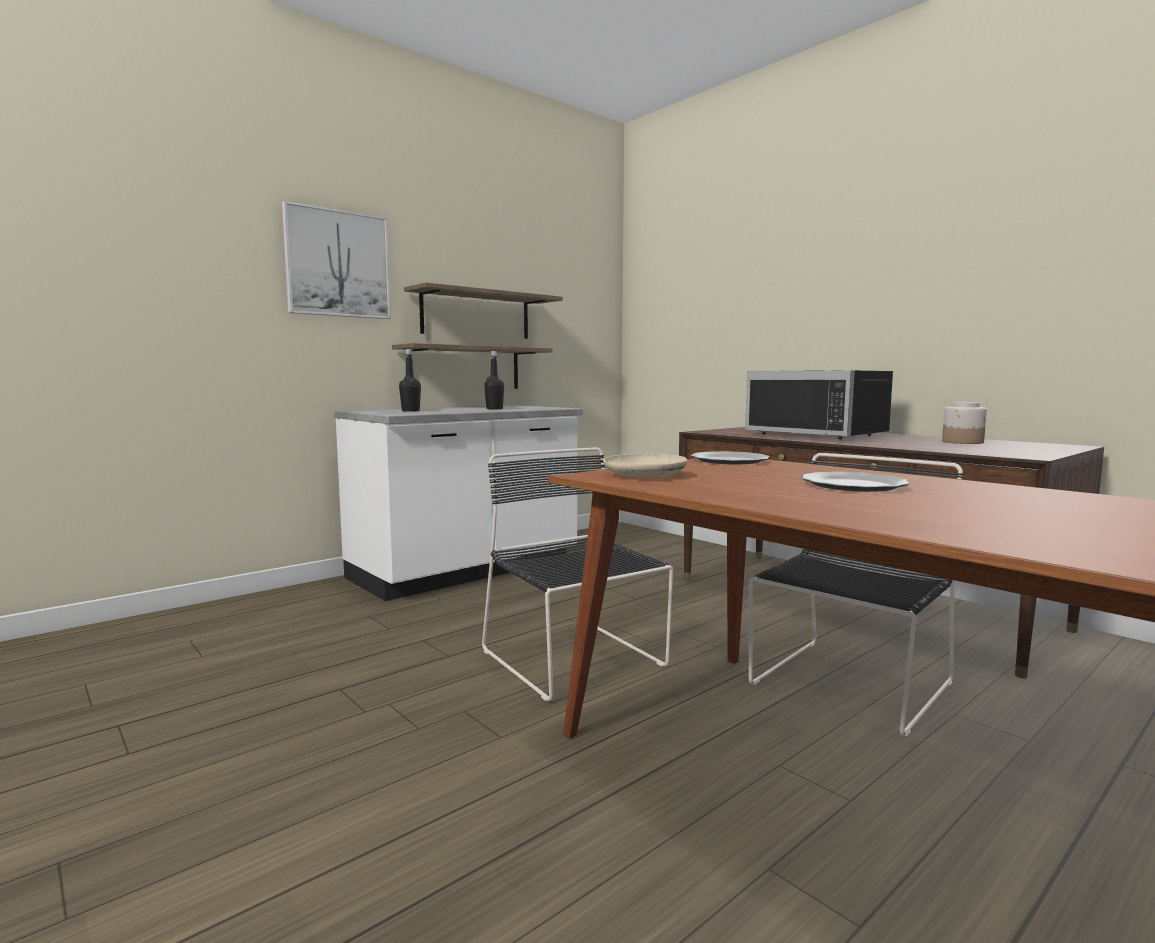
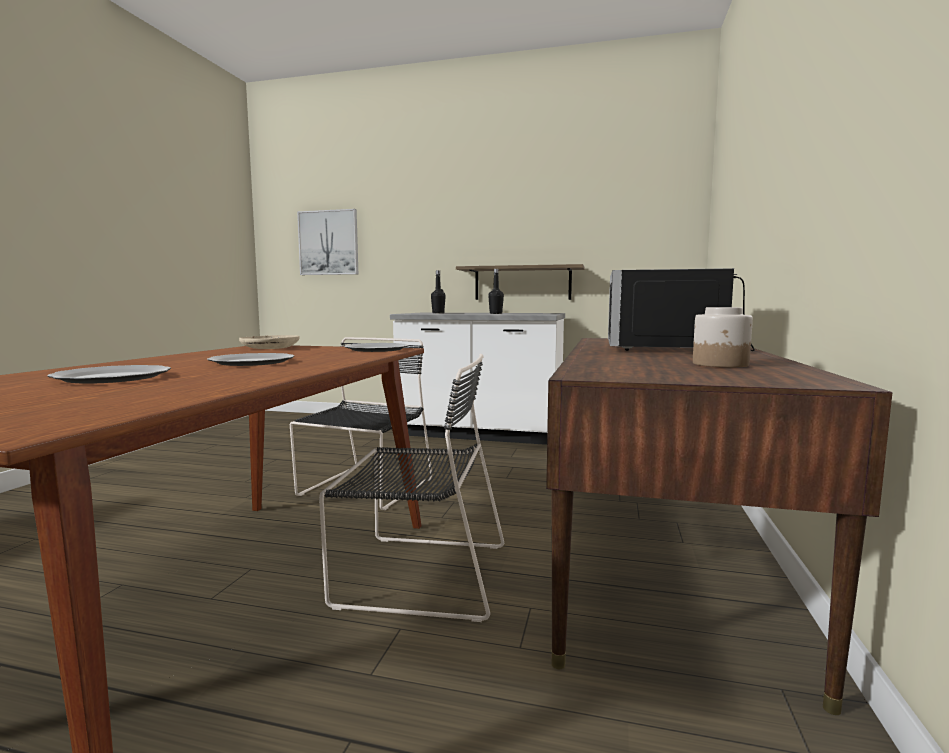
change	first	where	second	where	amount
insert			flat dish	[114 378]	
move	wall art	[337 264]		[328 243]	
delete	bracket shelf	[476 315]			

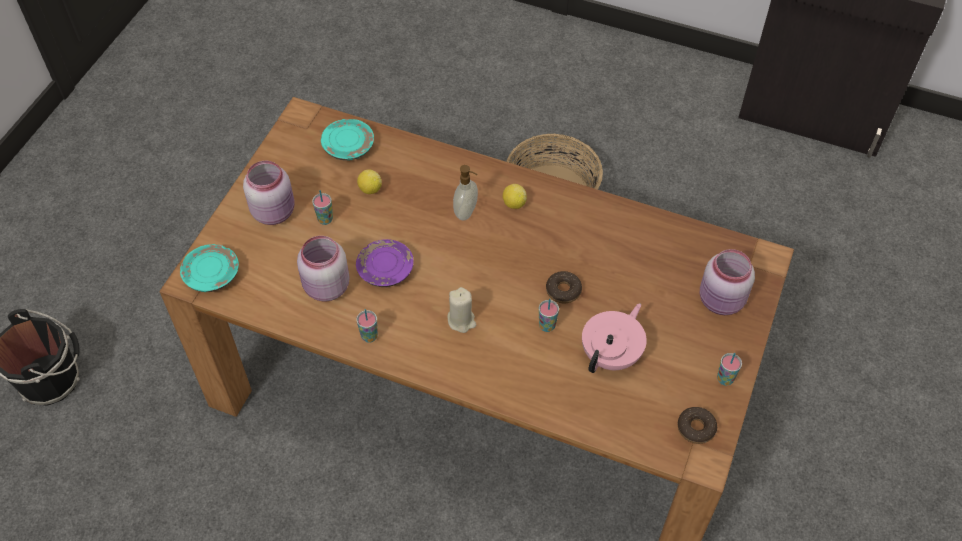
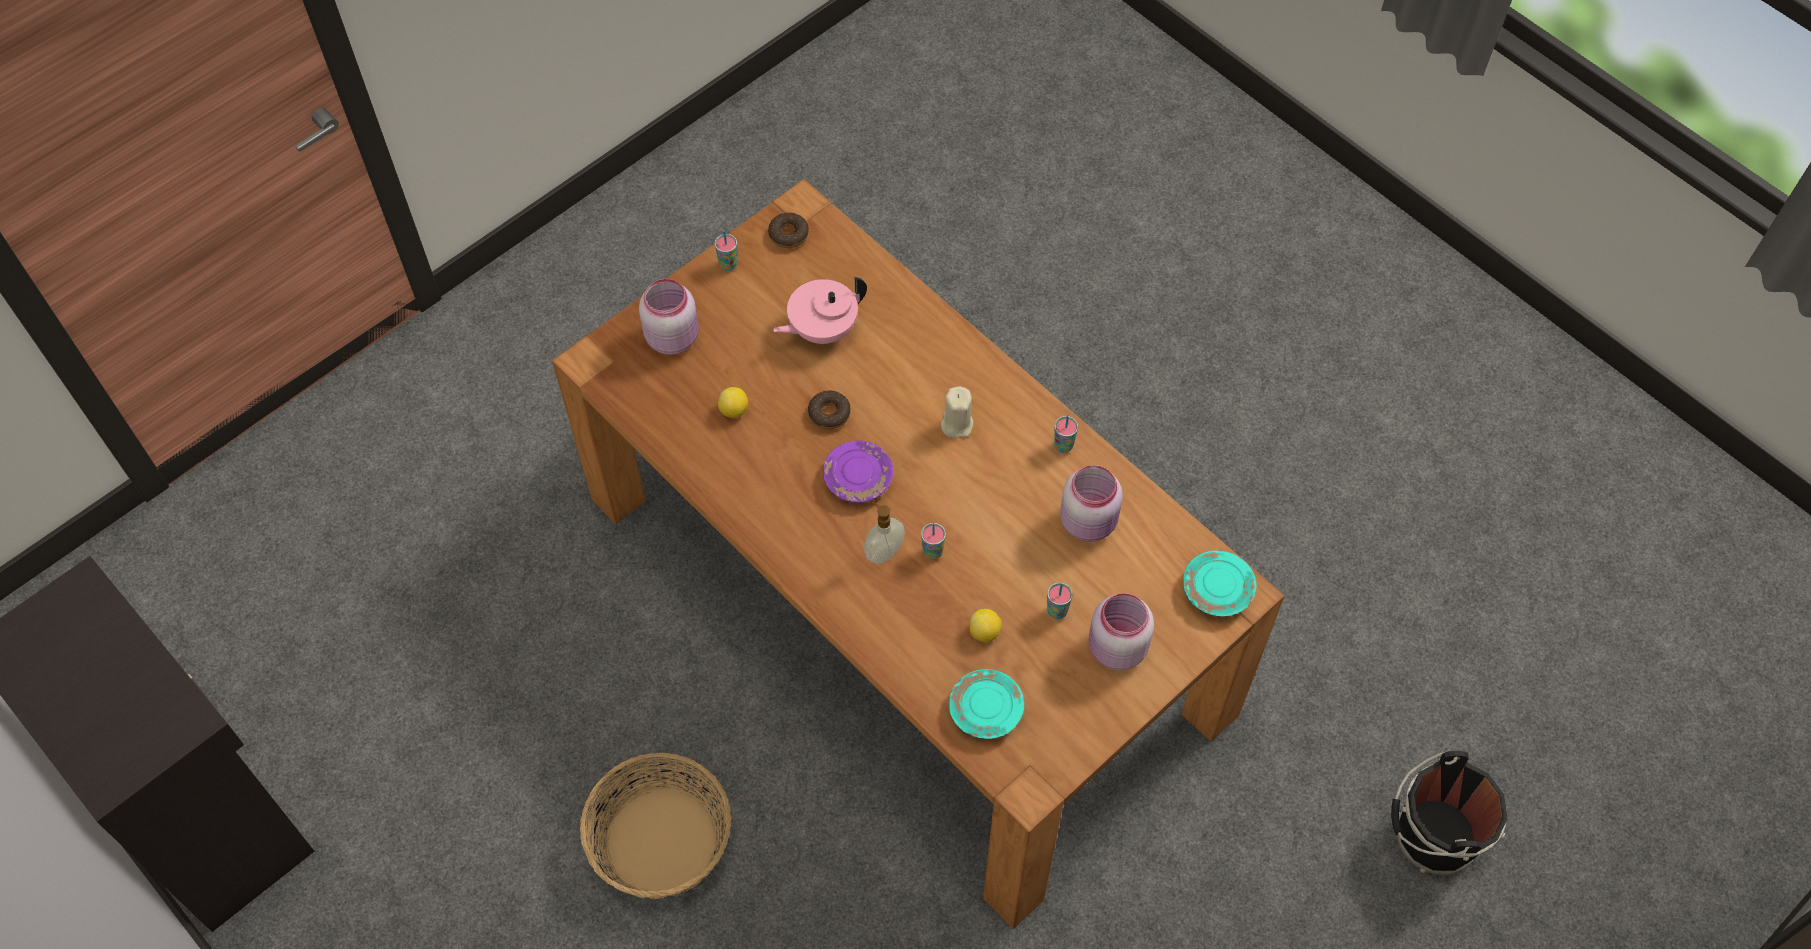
change	first	where	second	where	amount
move	lemon	[514 203]		[734 410]	
move	purple-coloured flat dish	[385 270]		[858 479]	
move	small cup	[547 326]		[932 552]	

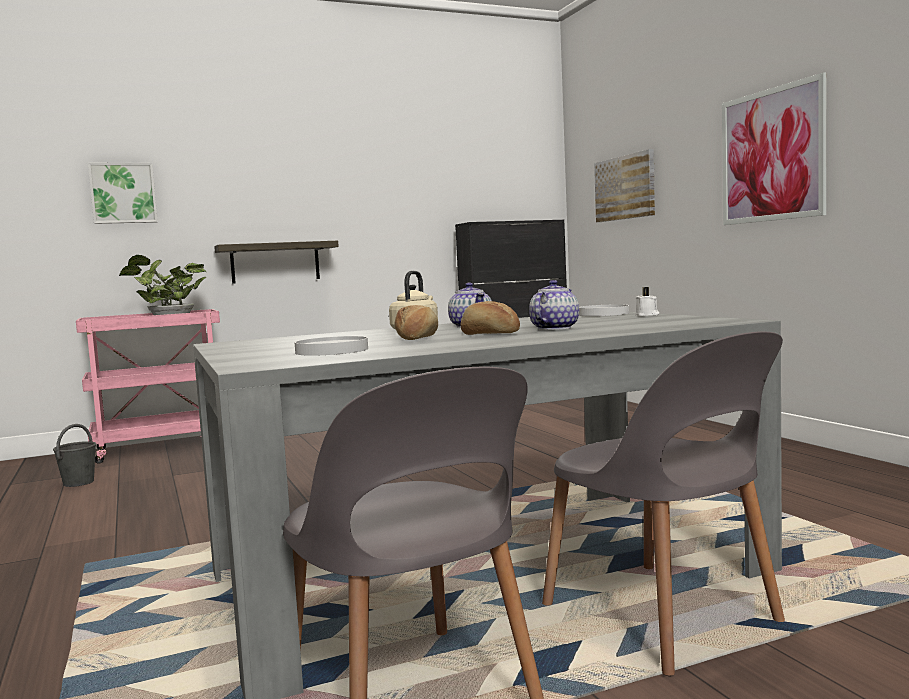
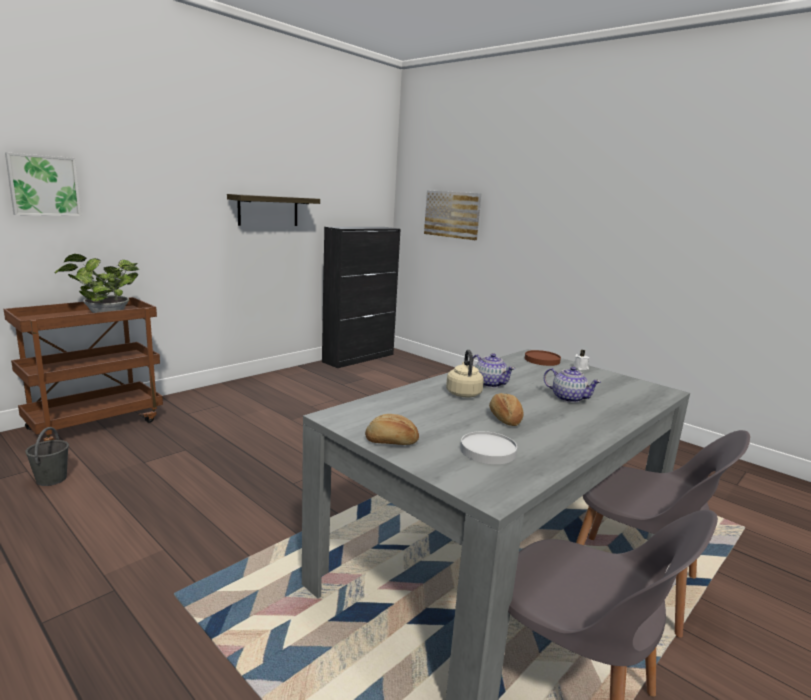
change	first	where	second	where	amount
recolor	pink-coloured trolley	[162 447]	brown-coloured trolley	[96 424]	
move	bracket shelf	[275 262]		[268 210]	
move	bakery bread	[489 334]		[391 442]	
recolor	whitish flat dish	[602 314]	brown-coloured flat dish	[541 360]	
rotate	teapot	[553 328]		[568 398]	120 degrees clockwise
delete	wall art	[771 155]			

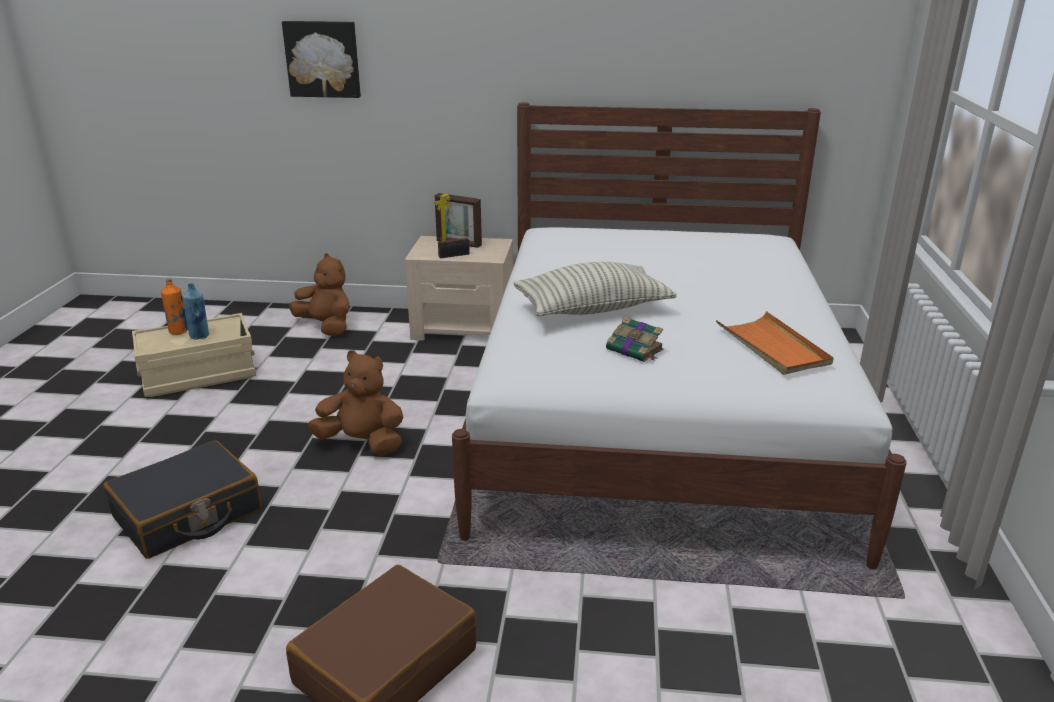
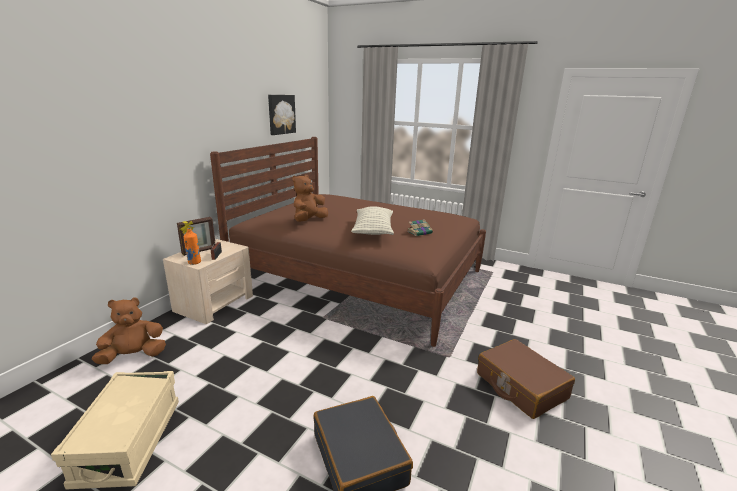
change	first	where	second	where	amount
move	orange-coloured bottle	[179 331]		[194 262]	
recolor	whitish bed	[656 413]	brown-coloured bed	[360 277]	
move	wall art	[323 59]		[281 114]	
move	brown-coloured cuddly toy	[362 443]		[309 220]	
delete	bluish bottle	[200 336]			
delete	orange-coloured carrying tray	[773 347]			

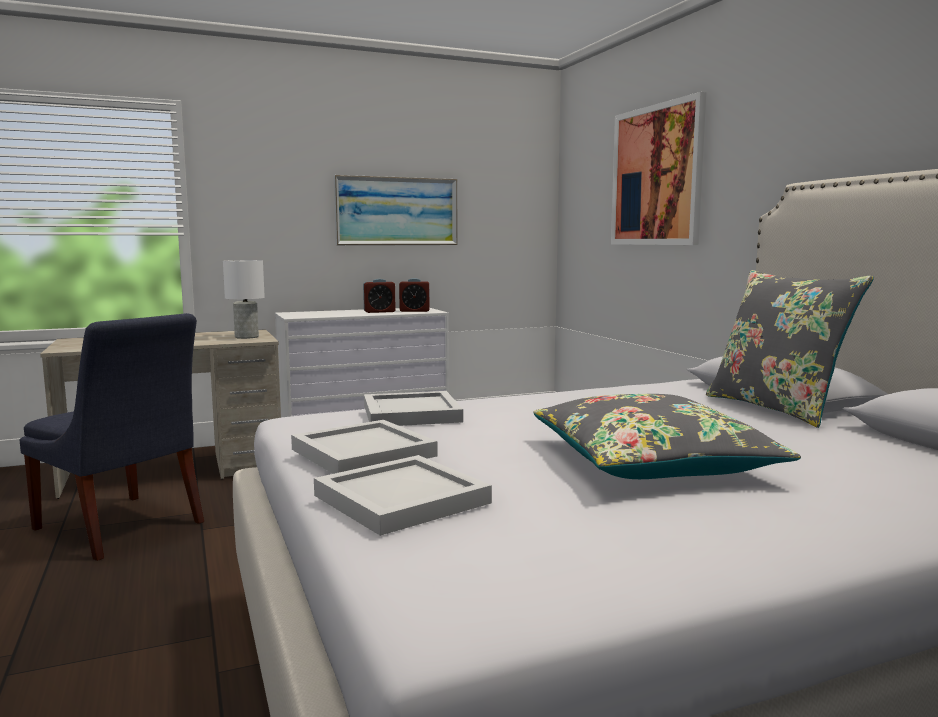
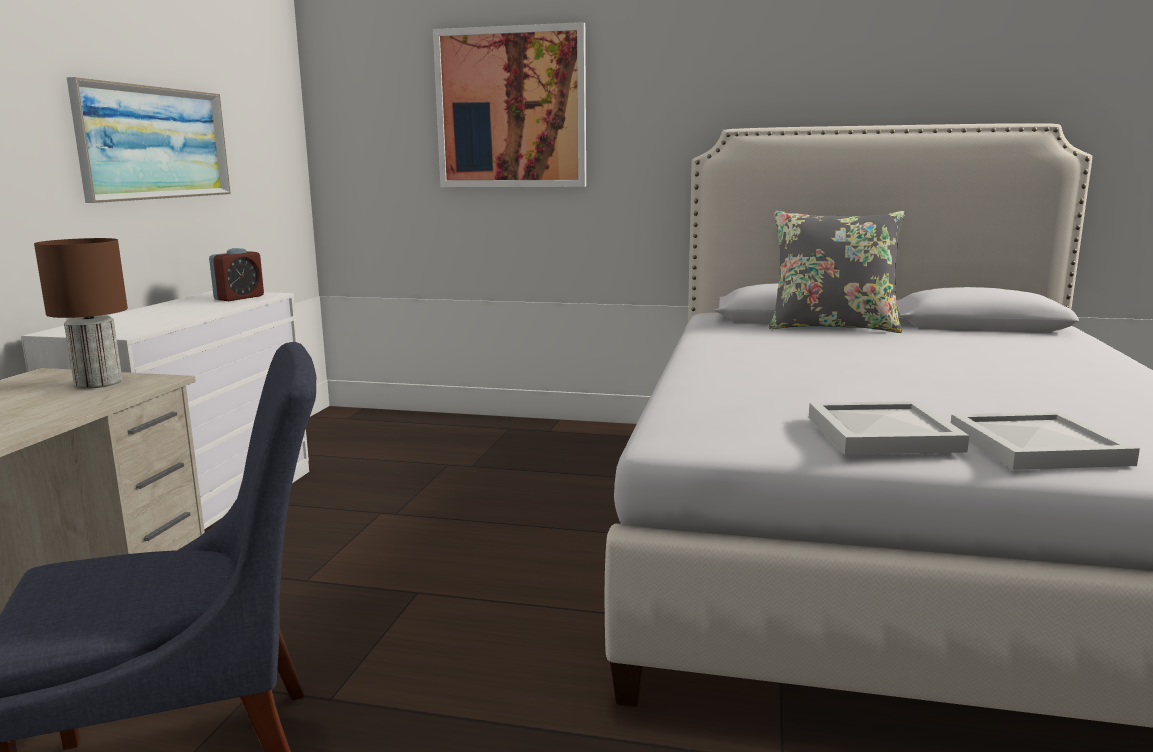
change	first	where	second	where	amount
recolor	whitish tabletop lamp	[247 337]	brown-coloured tabletop lamp	[97 383]	
delete	alarm clock	[379 312]			
delete	whitish carrying tray	[410 414]			
delete	grey cushion	[651 462]			

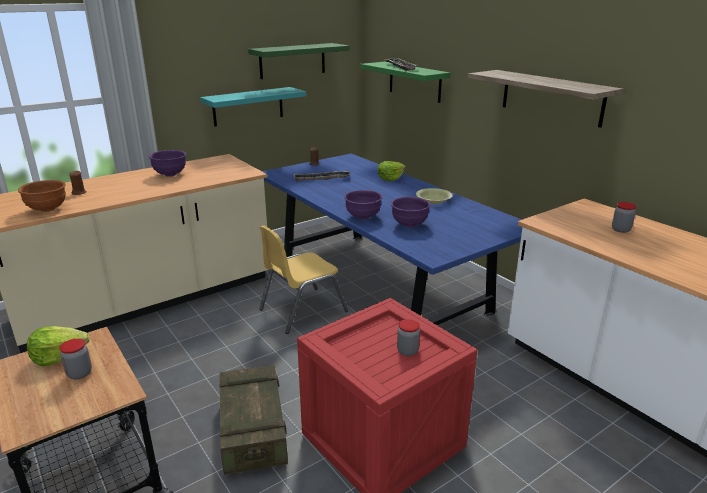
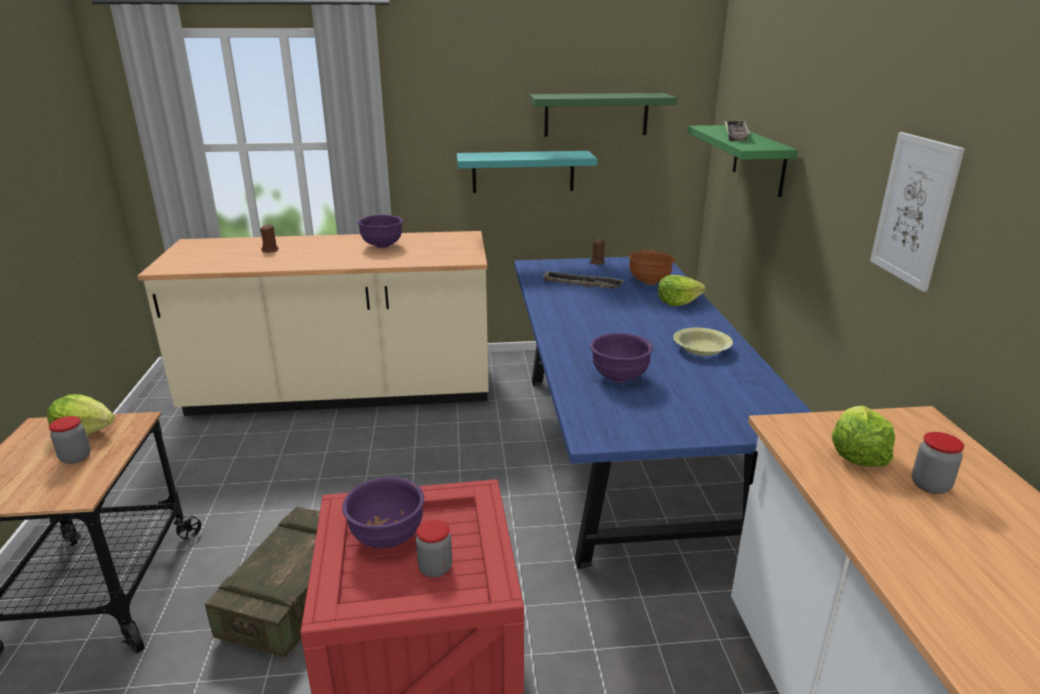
change	first	where	second	where	amount
move	purple-coloured deep dish	[362 217]		[386 538]	
move	brown-coloured deep dish	[48 209]		[650 282]	
insert			head of lettuce	[857 453]	
replace	bracket shelf	[551 97]	wall art	[914 210]	
delete	yellow-coloured chair	[302 310]			

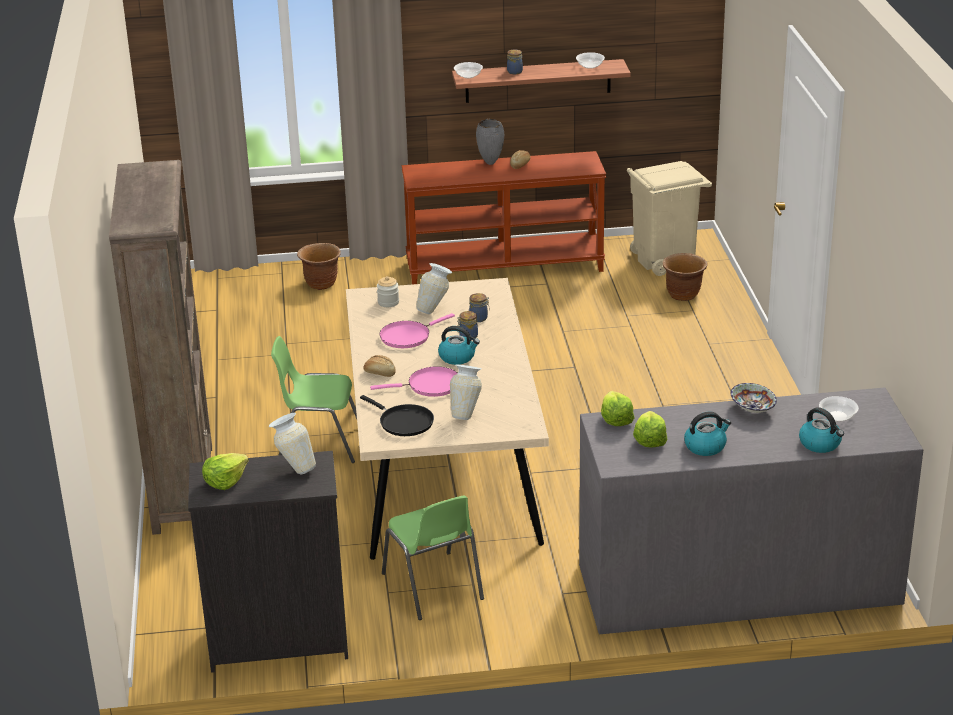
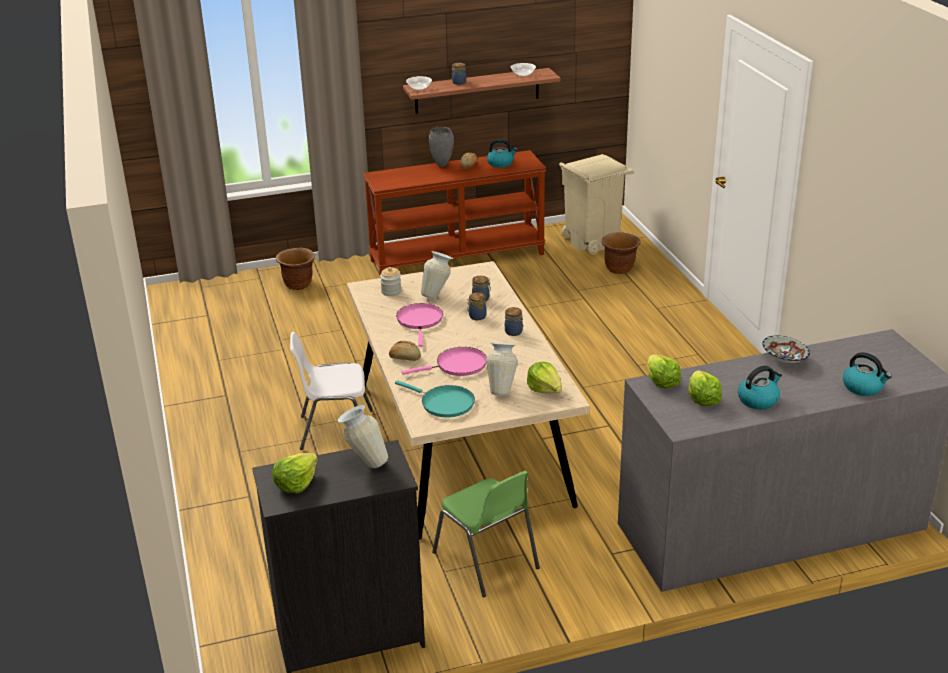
change	first	where	second	where	amount
recolor	green chair	[319 443]	whitish chair	[335 430]	
recolor	black-coloured pan	[403 422]	blue-green pan	[444 403]	
rotate	pink-coloured pan	[407 336]		[420 321]	135 degrees clockwise
move	water kettle	[457 357]		[501 163]	
insert			storage jar	[514 332]	
insert			head of lettuce	[545 389]	
delete	brown-coloured shelving unit	[183 488]			
delete	deep dish	[837 417]			

